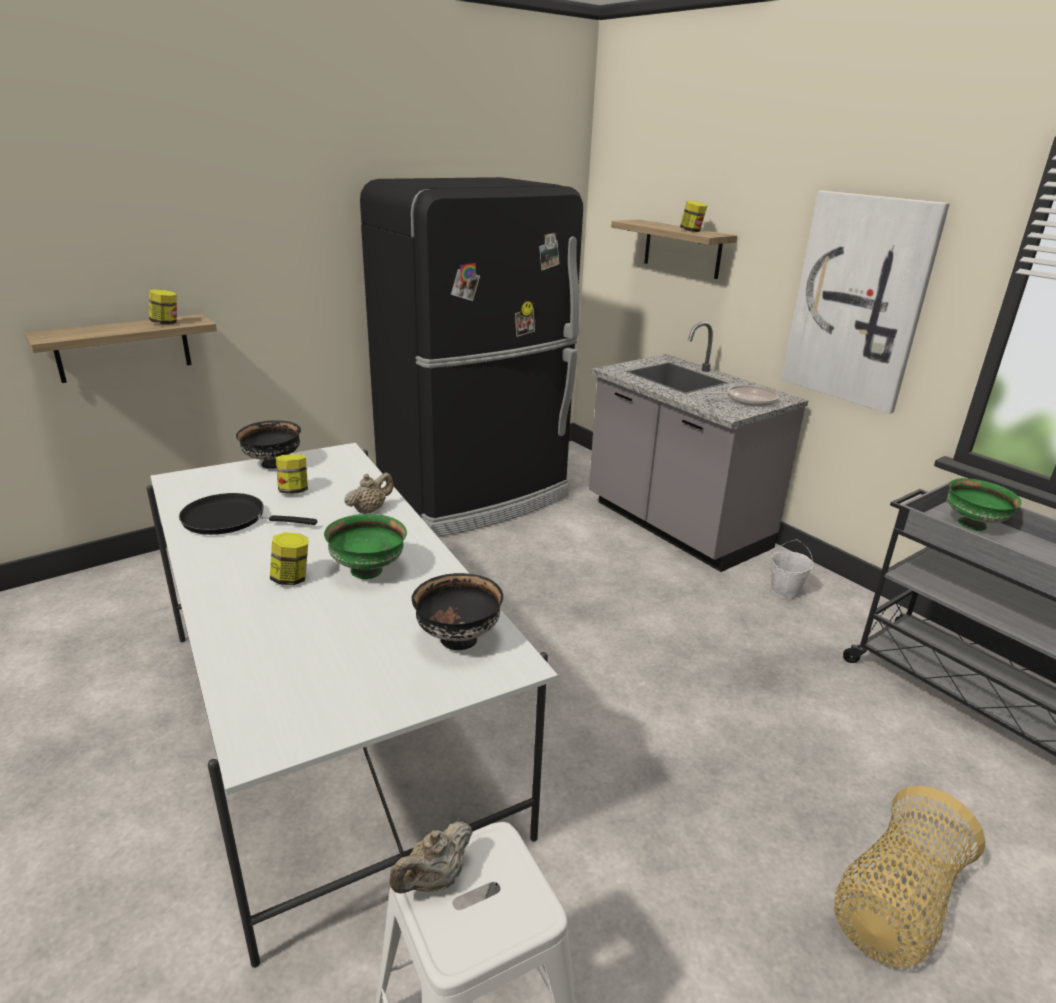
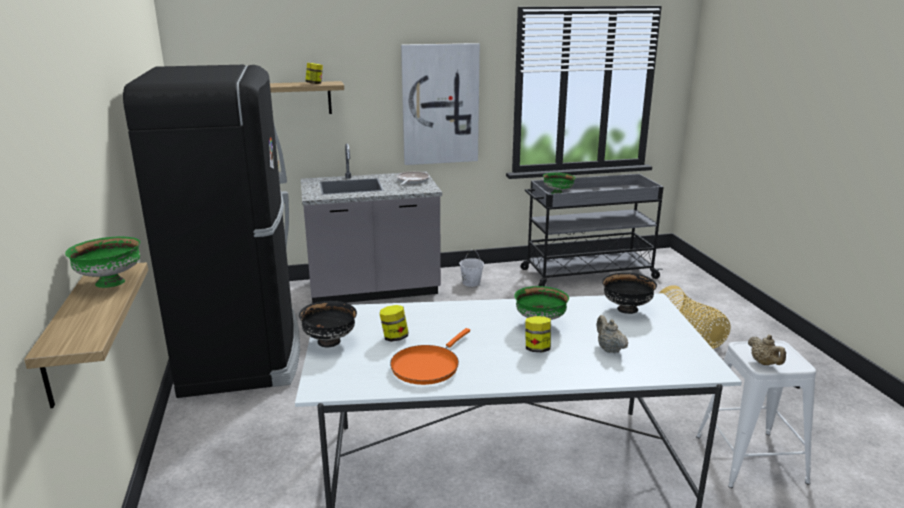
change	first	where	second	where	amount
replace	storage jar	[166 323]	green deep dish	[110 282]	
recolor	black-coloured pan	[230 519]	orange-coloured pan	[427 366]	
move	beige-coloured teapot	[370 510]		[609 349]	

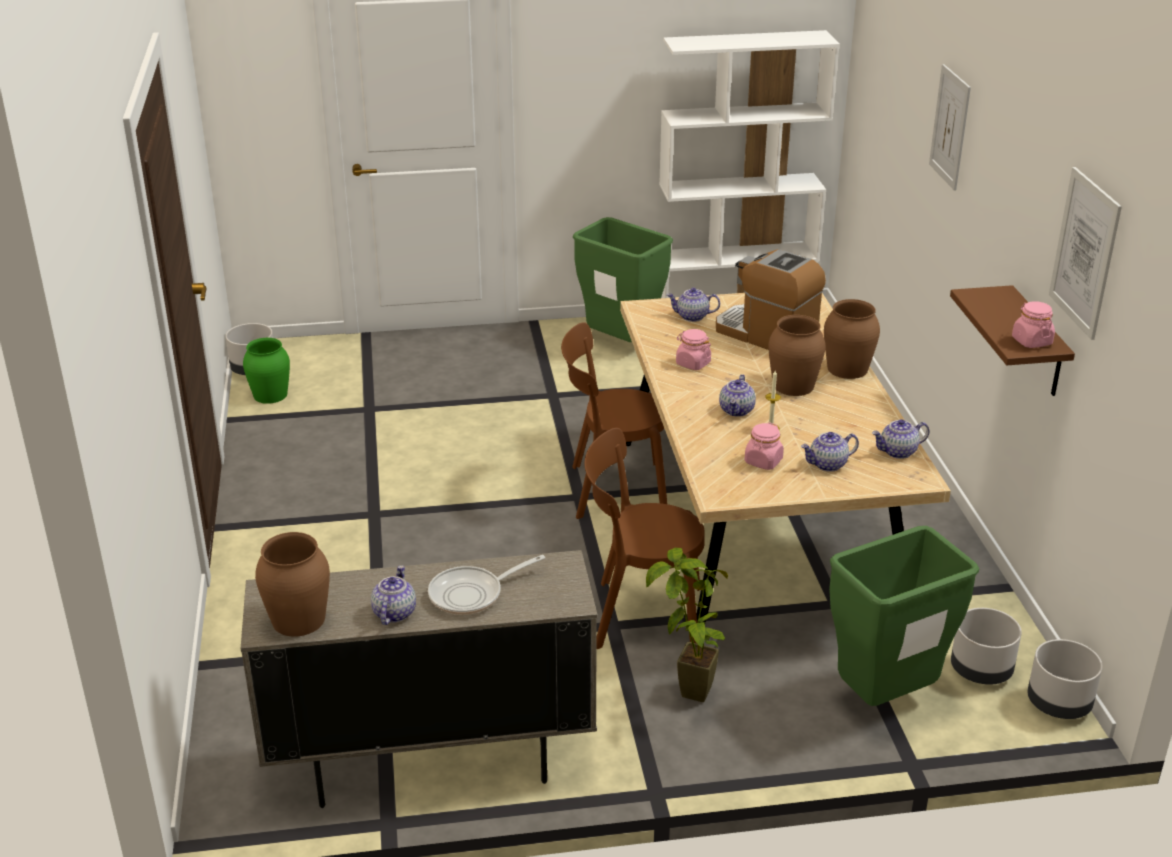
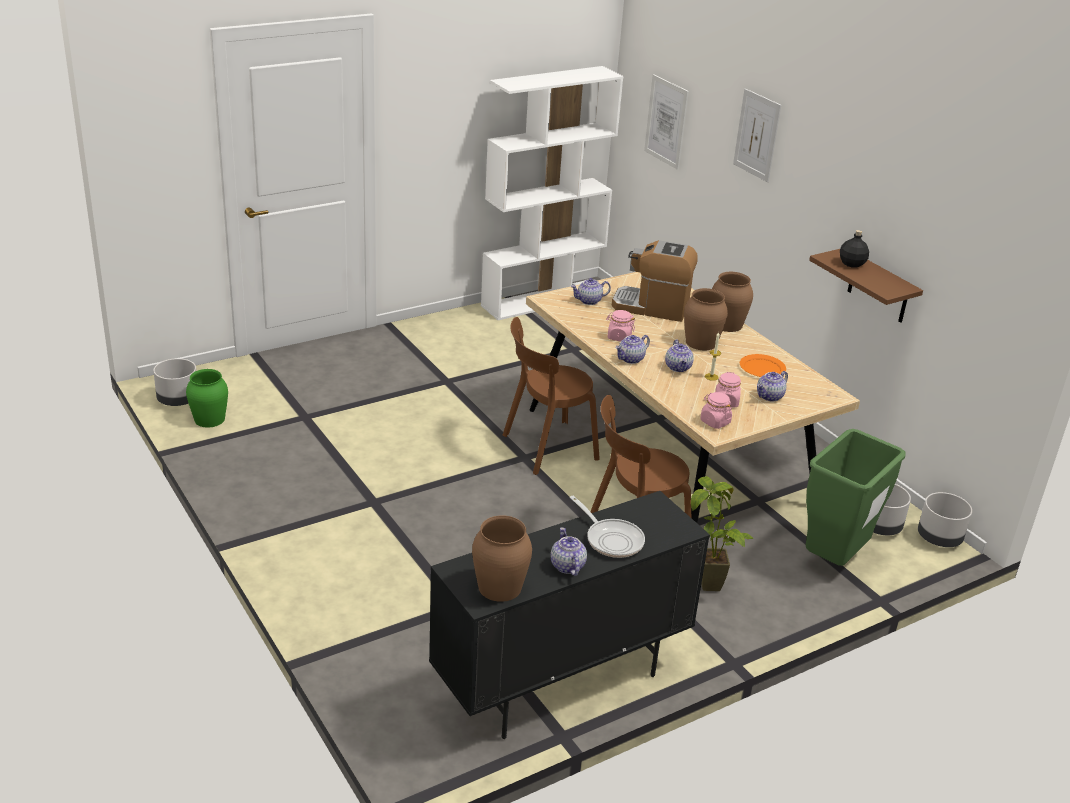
change	first	where	second	where	amount
recolor	beige-coloured cupboard	[430 763]	black-coloured cupboard	[561 683]	
rotate	pan	[472 594]		[611 539]	75 degrees counterclockwise
move	teapot	[898 452]		[631 359]	
move	wall art	[1084 252]		[666 121]	
move	pink-coloured storage jar	[1031 341]		[715 422]	
insert			orange-coloured flat dish	[762 368]	
insert			black-coloured bottle	[851 264]	
delete	green rubbish bin	[622 345]			

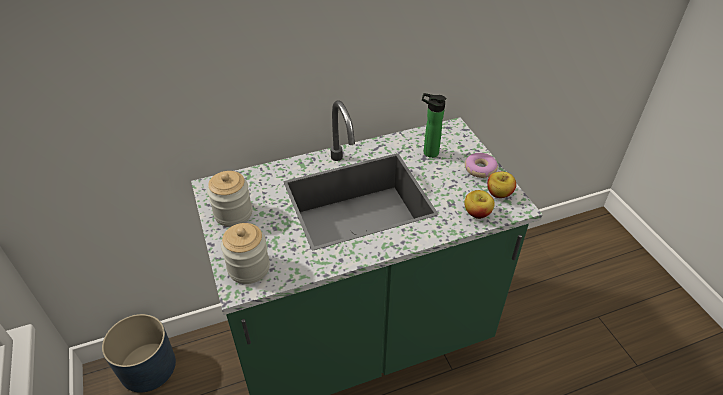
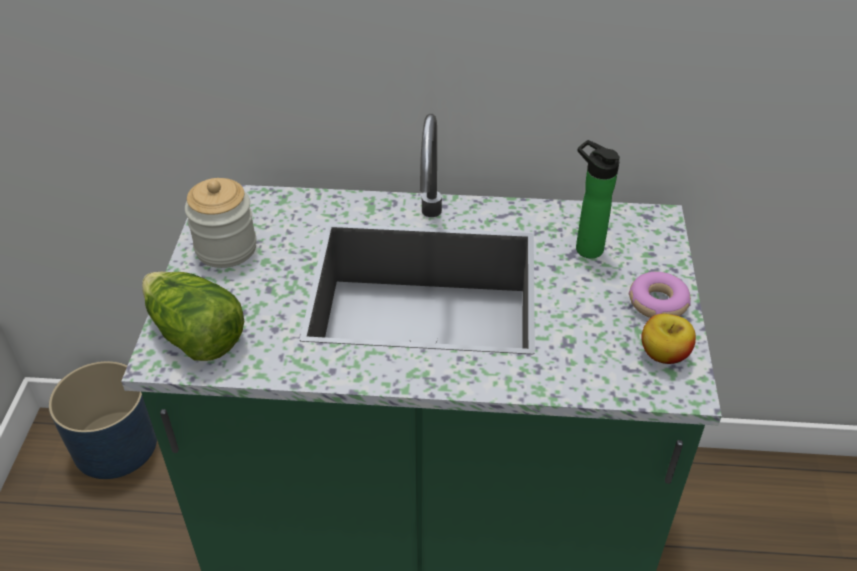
change	first	where	second	where	amount
replace	storage jar	[249 268]	head of lettuce	[195 335]	
delete	apple	[477 213]			

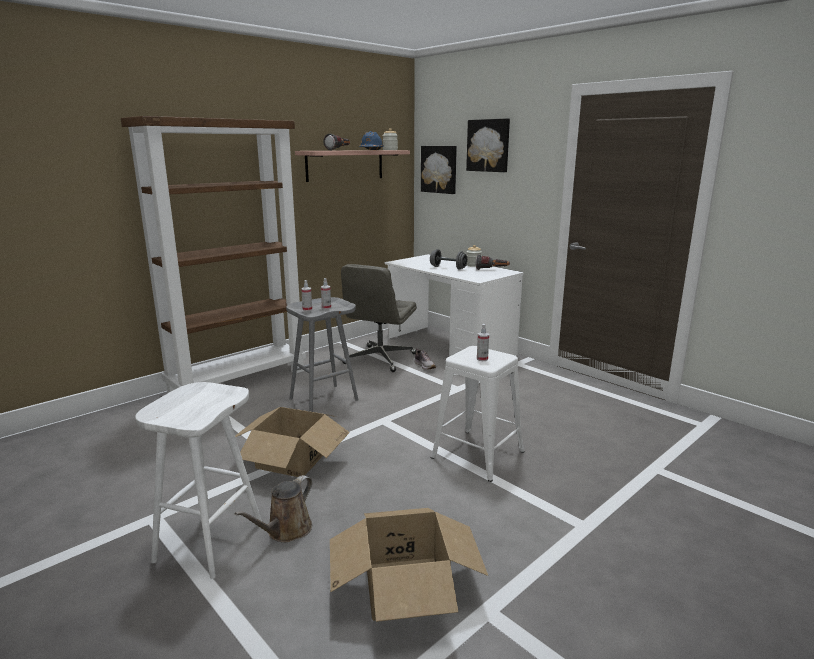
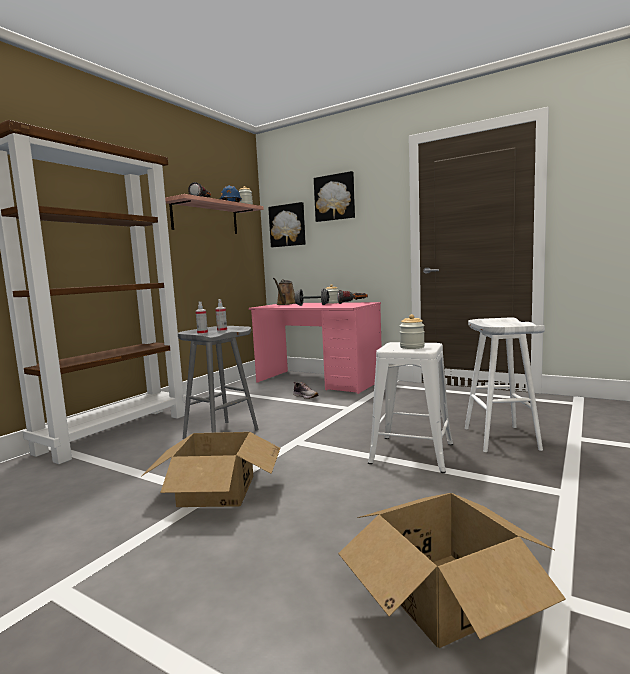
change	first	where	second	where	amount
recolor	whitish desk unit	[450 347]	pink-coloured desk unit	[318 381]	
move	brown-coloured watering can	[286 531]		[286 304]	
replace	sprayer	[482 359]	storage jar	[412 347]	
move	whitish sitting stool	[209 540]		[499 438]	
delete	grey desk chair	[380 359]			

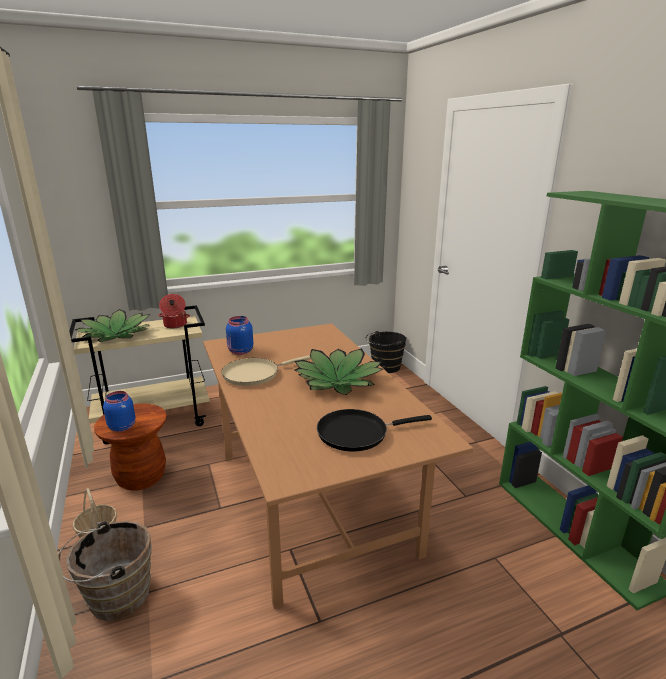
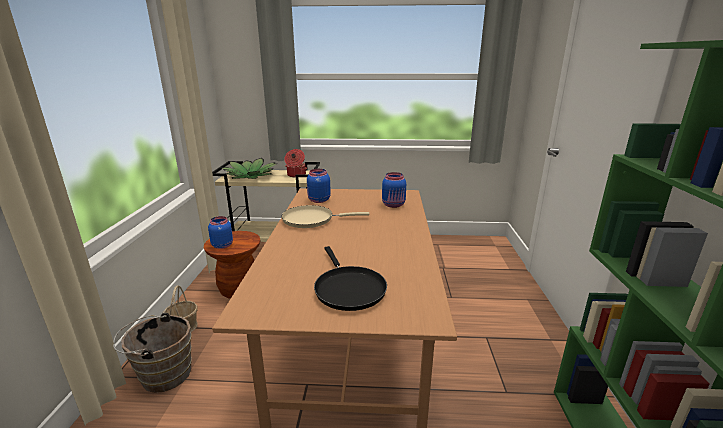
change	first	where	second	where	amount
rotate	black-coloured pan	[357 433]		[348 288]	120 degrees counterclockwise
insert			bluish storage jar	[394 205]	
delete	houseplant	[338 381]			
delete	black-coloured bucket	[384 367]			

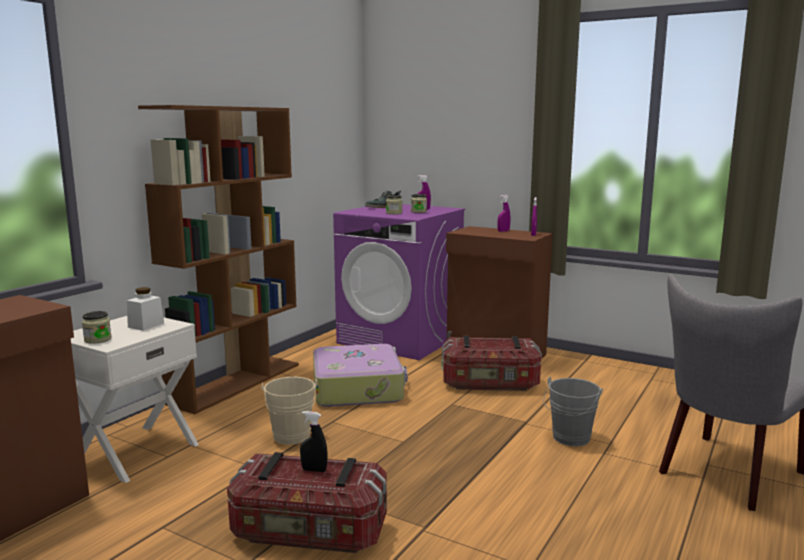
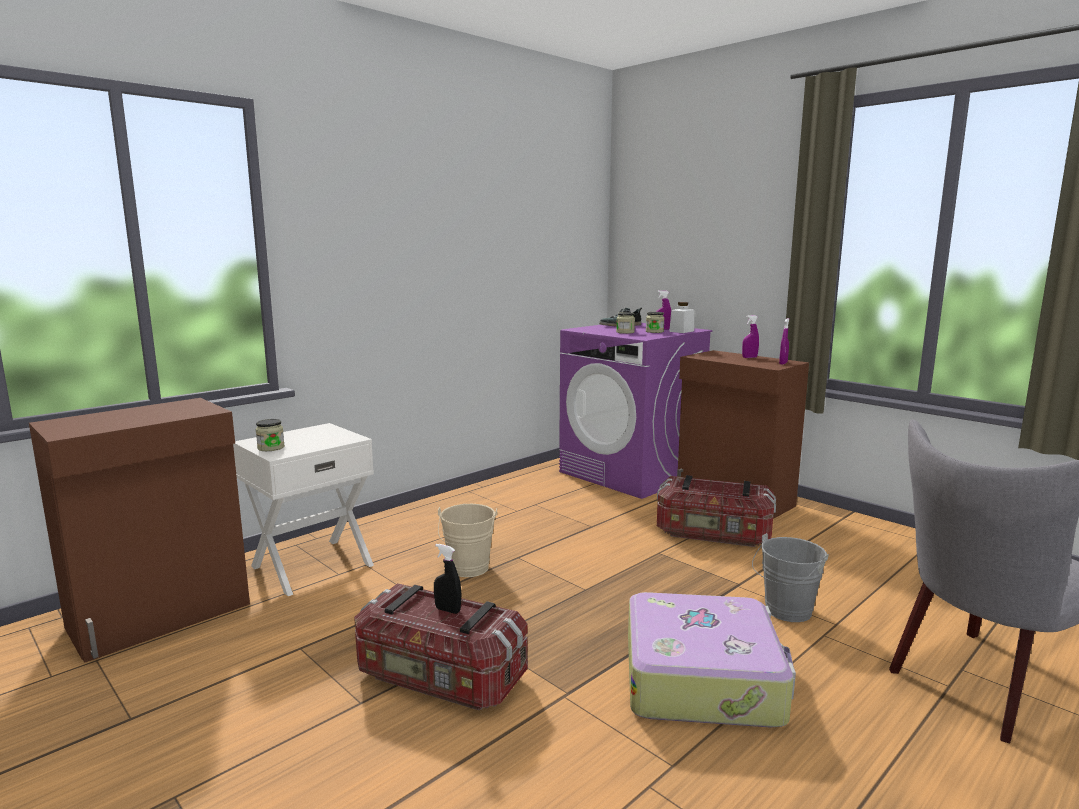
change	first	where	second	where	amount
move	travel case	[358 388]		[703 678]	
move	whitish storage jar	[146 325]		[681 331]	
delete	brown-coloured shelving unit	[236 383]			

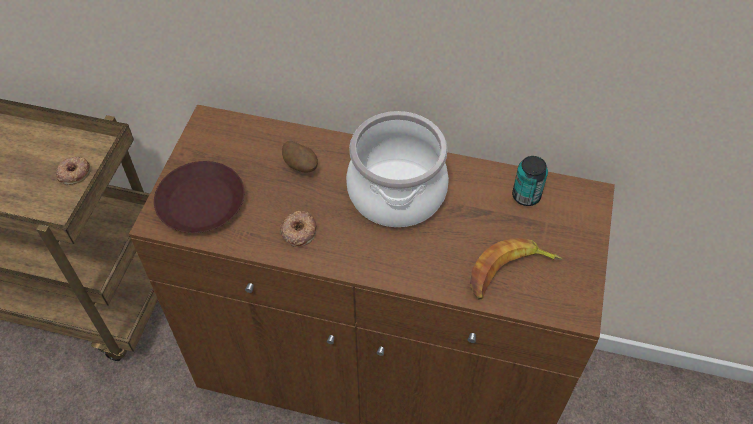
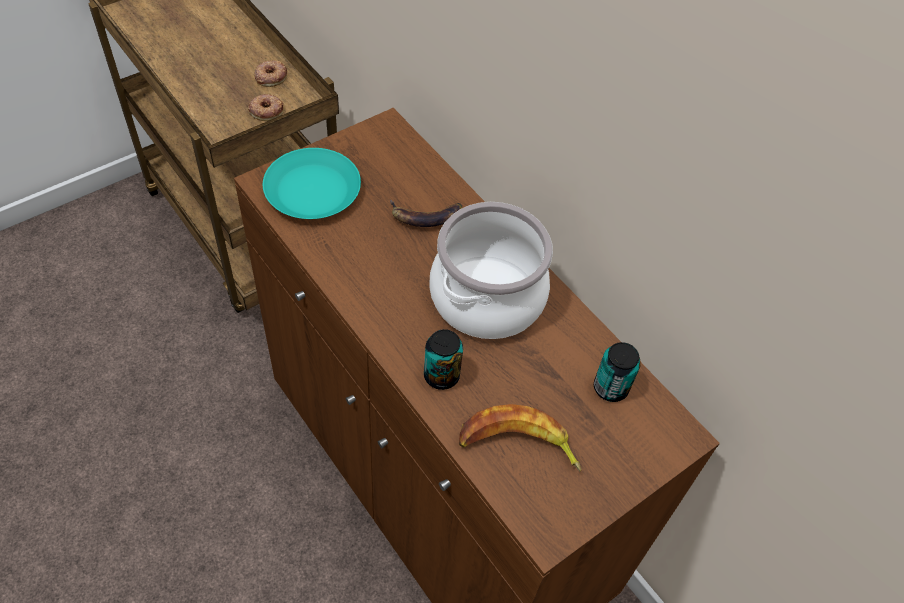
change	first	where	second	where	amount
move	doughnut	[298 231]		[270 76]	
recolor	brown-coloured flat dish	[201 204]	blue-green flat dish	[312 191]	
replace	spud	[301 166]	banana	[426 216]	
insert			can	[441 376]	

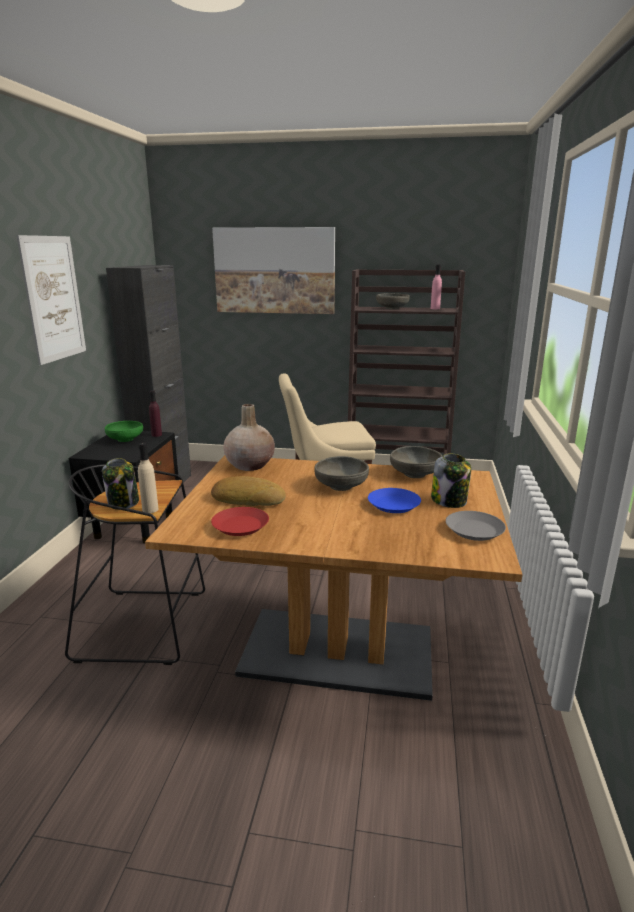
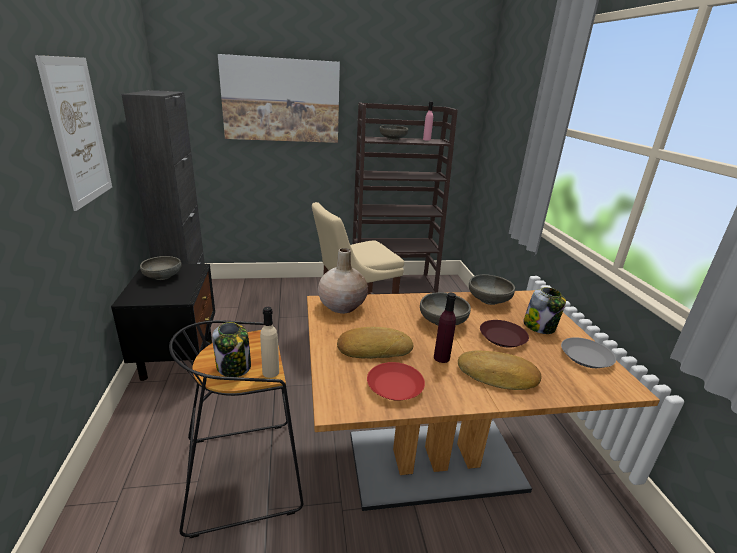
change	first	where	second	where	amount
recolor	green deep dish	[125 439]	grey deep dish	[162 276]	
move	purple-coloured bottle	[156 435]		[441 358]	
insert			bakery bread	[498 376]	
recolor	bluish flat dish	[394 505]	brown-coloured flat dish	[503 338]	

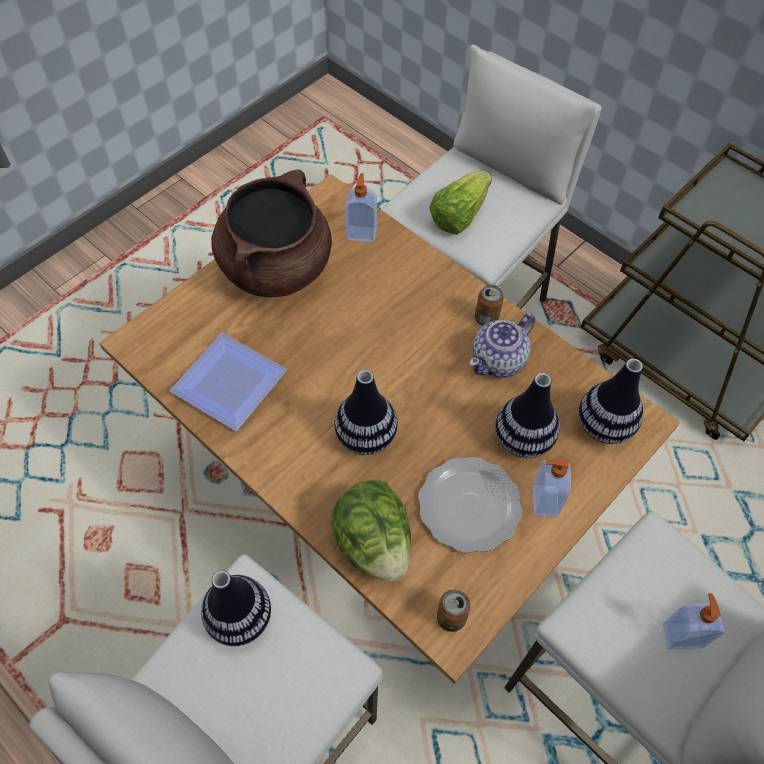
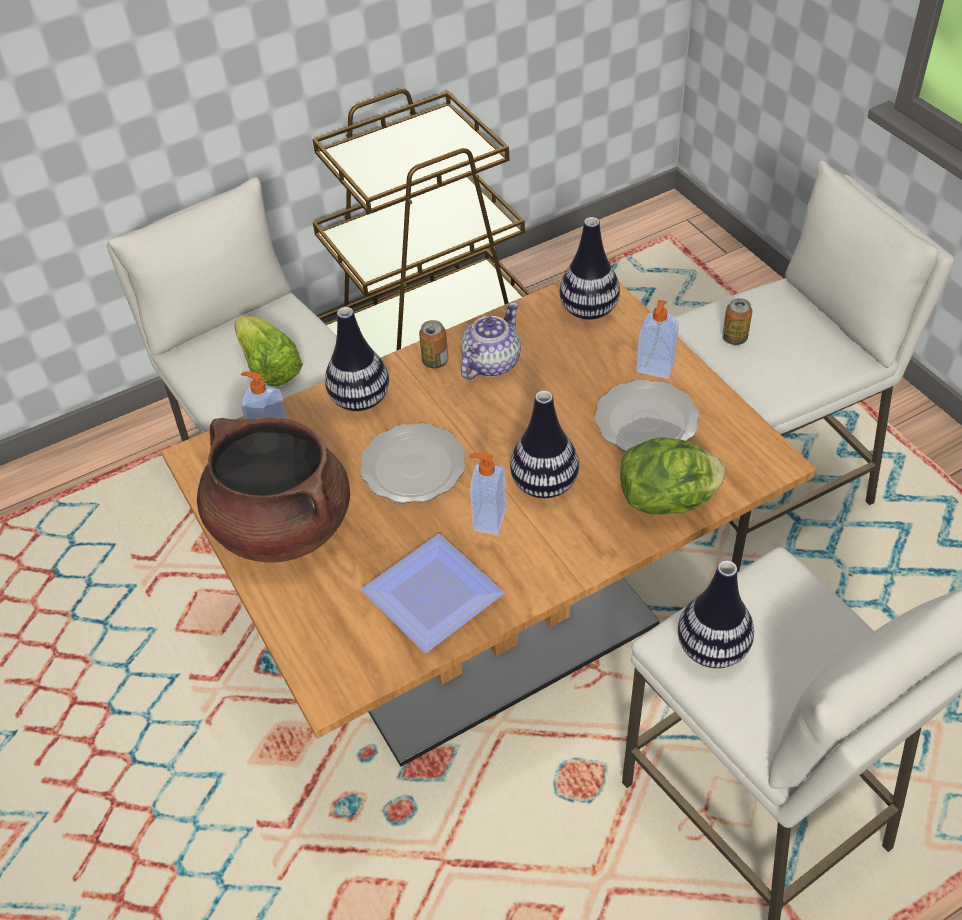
change	first	where	second	where	amount
move	decorative vase	[523 439]		[360 399]	
insert			flat dish	[411 467]	
rotate	teapot	[499 360]		[490 363]	120 degrees counterclockwise
move	soap dispenser	[682 634]		[488 519]	
move	can	[451 617]		[734 338]	

